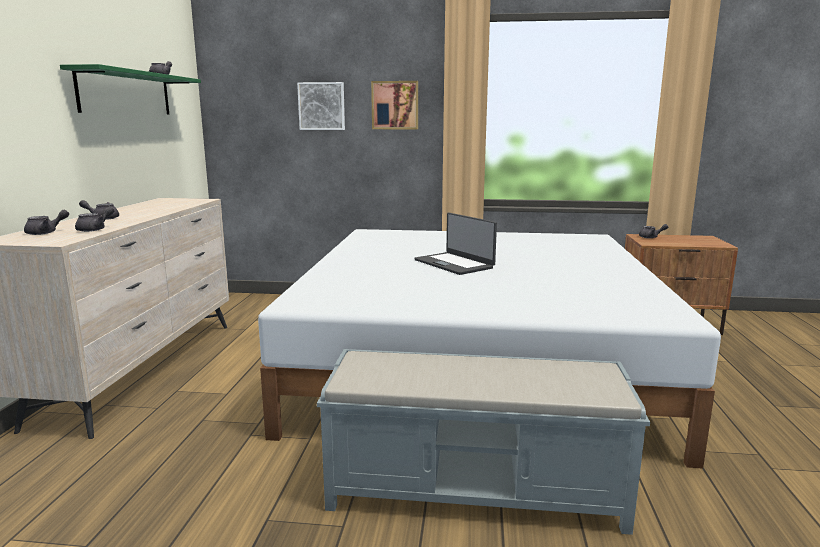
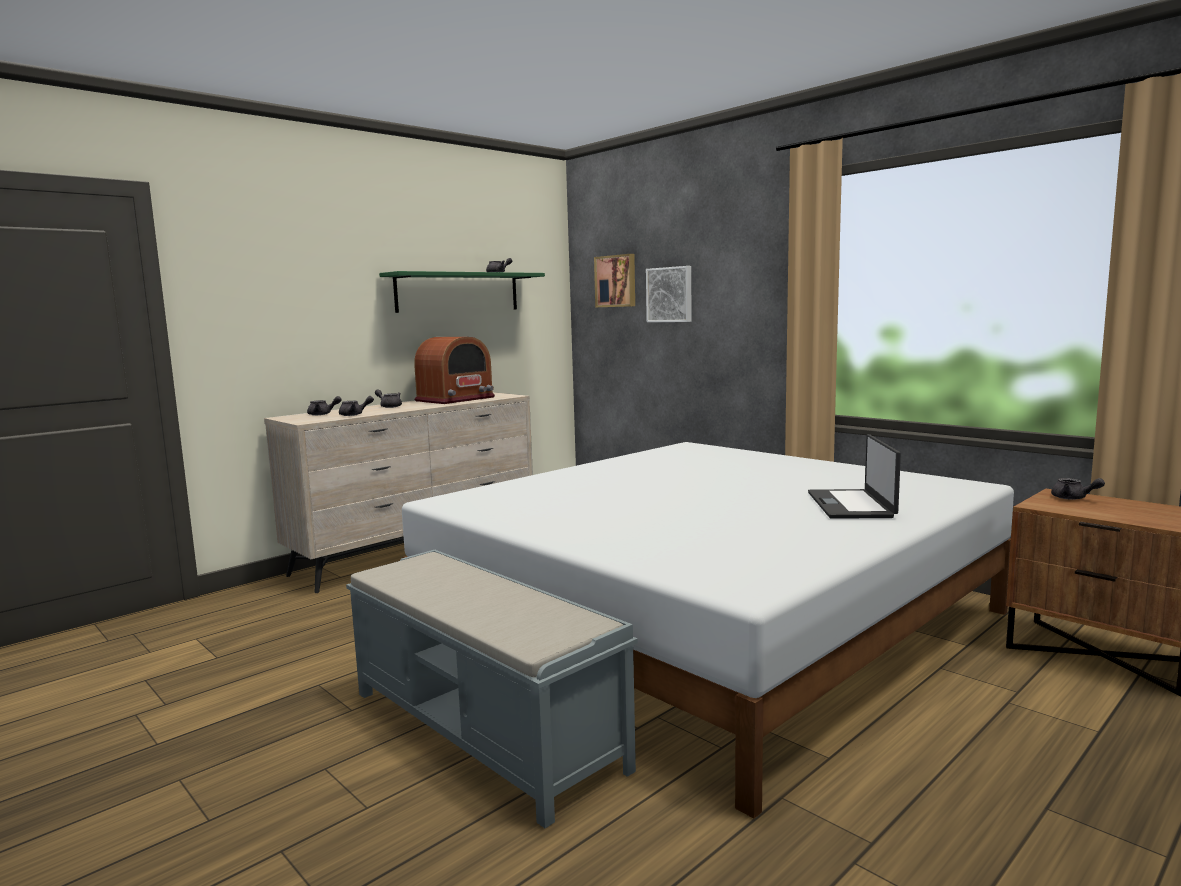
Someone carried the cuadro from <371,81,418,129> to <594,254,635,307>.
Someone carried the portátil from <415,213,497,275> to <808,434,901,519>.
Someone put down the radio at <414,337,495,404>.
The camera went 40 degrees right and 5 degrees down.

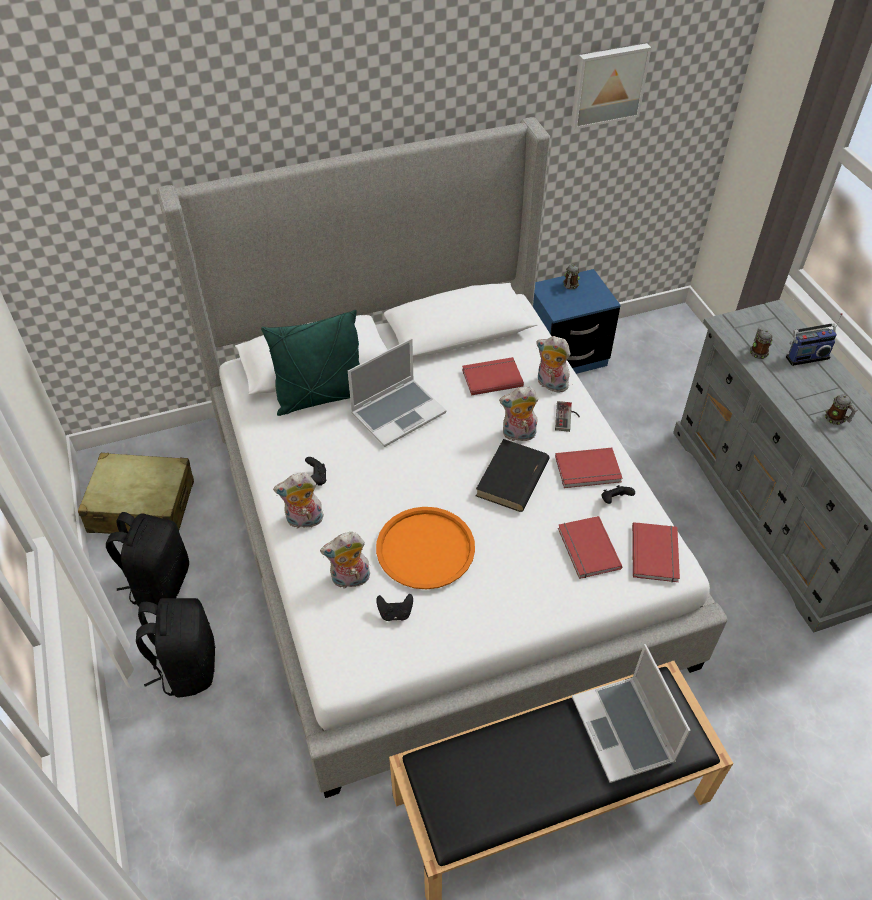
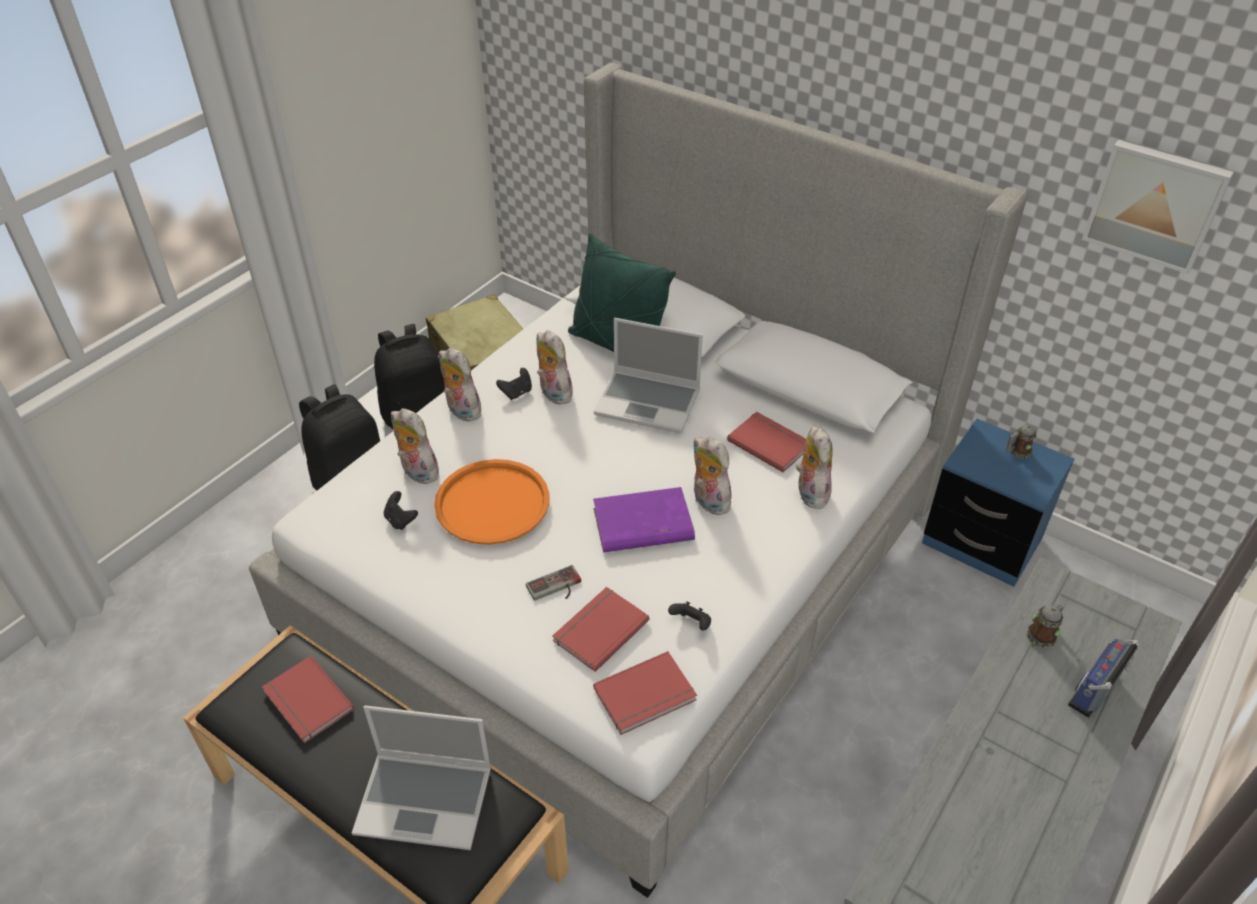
Someone rotated the radio at <786,313,843,366> by 90 degrees clockwise.
Someone took away the taza grande at <825,394,858,425>.
Someone carried the mando de consola from <555,401,580,432> to <526,565,581,601>.
Someone repainted the libro (negro) at <476,439,549,512>, which became the libro (morado) at <593,487,695,552>.
Someone carried the libro (rojo) from <555,448,623,488> to <262,656,354,743>.
Someone rotated the portátil at <572,644,690,783> by 120 degrees counterclockwise.
Someone put down the peluche at <536,330,573,404>.
The camera went 55 degrees right and 5 degrees down.

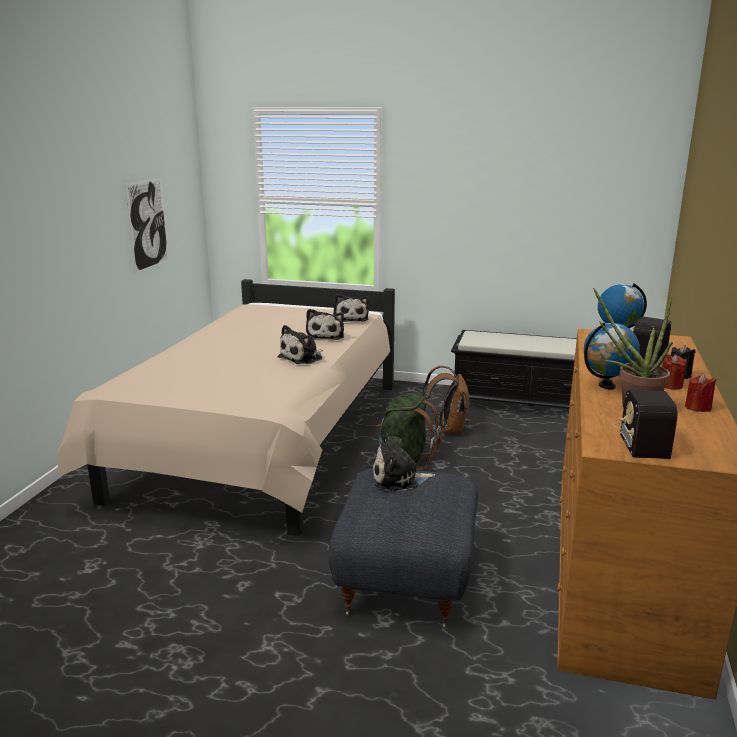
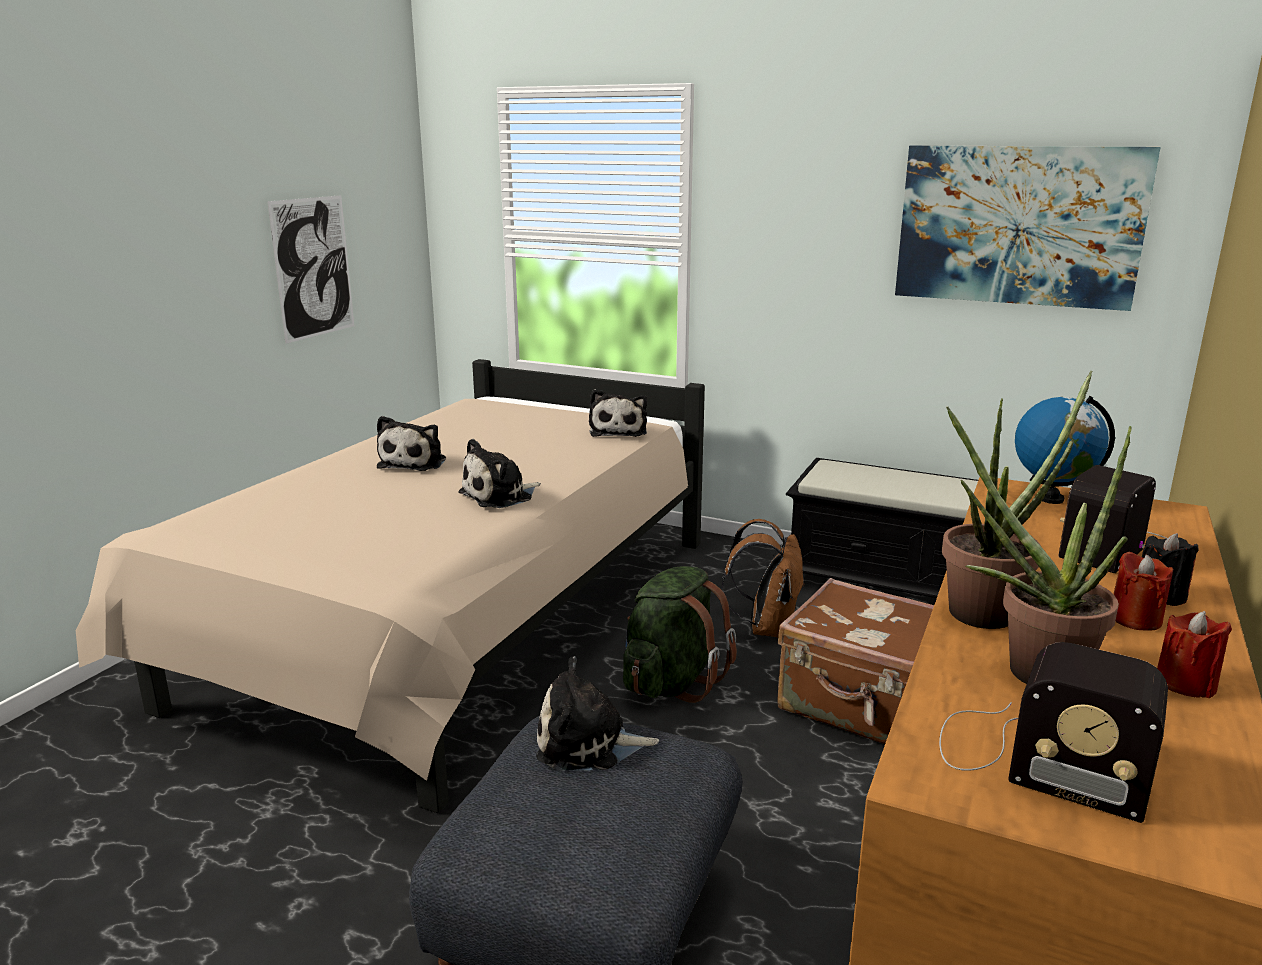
Someone carried the peluche from <306,309,344,340> to <377,416,446,471>.
Someone swapped the globo terráqueo at <584,323,640,389> for the planta en maceta at <942,370,1092,629>.
Someone rotated the radio at <613,390,681,459> by 75 degrees counterclockwise.
Someone put up the cuadro at <895,145,1161,311>.
Someone put down the maleta (marrón) at <777,578,934,744>.
The camera went 10 degrees right and 0 degrees up.

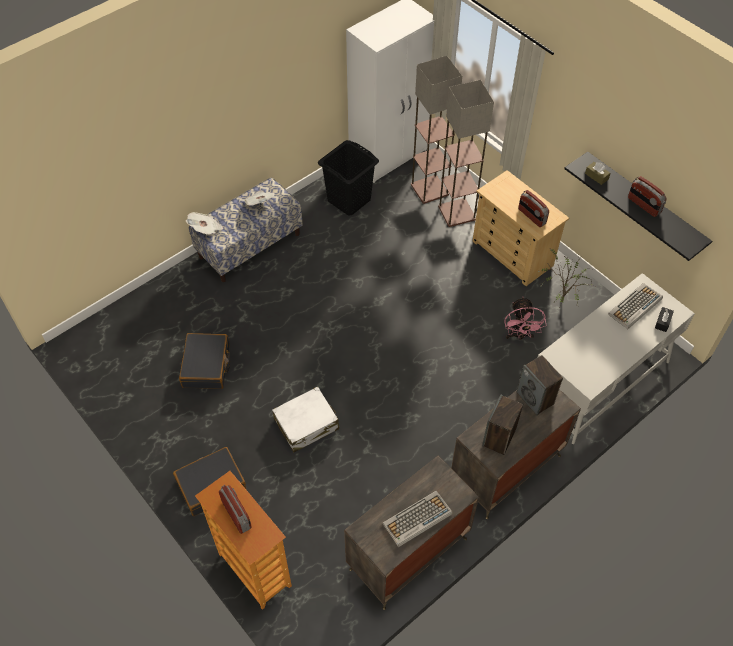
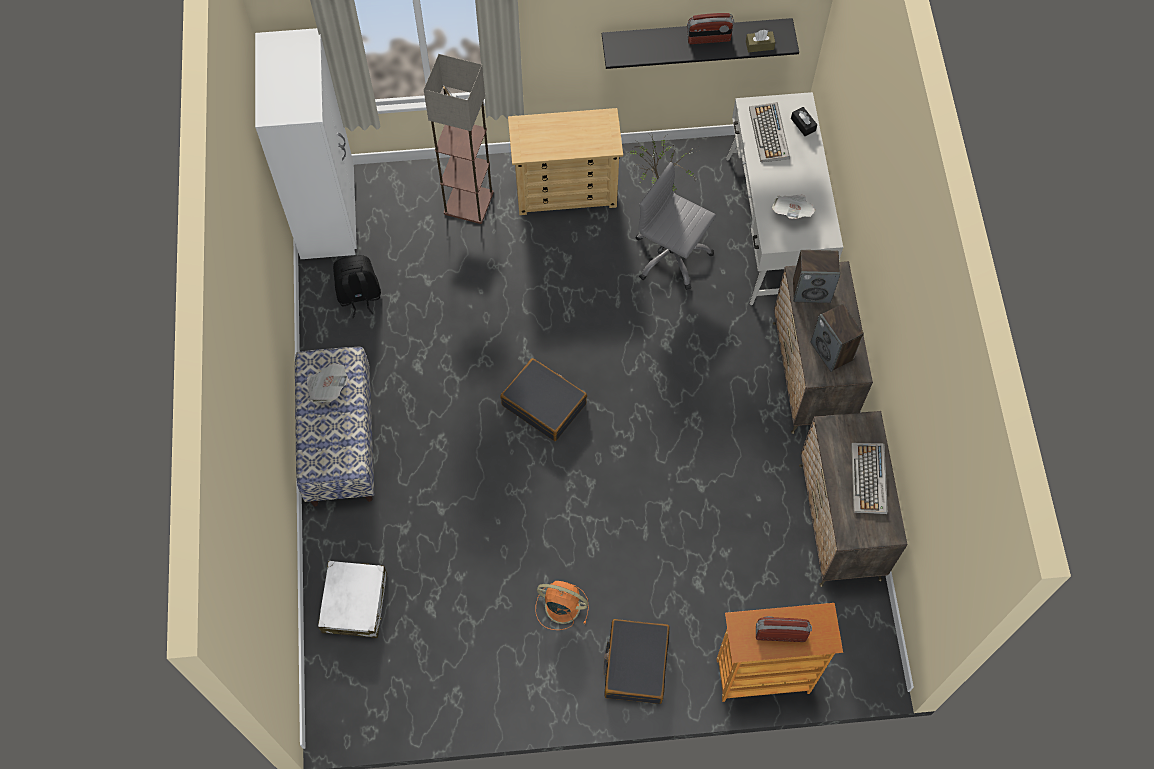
Someone took away the lámpara de pie at <411,56,462,204>.
Someone swapped the cesto de la ropa (negro) at <318,140,379,216> for the mochila (negro) at <333,255,381,318>.
Someone carried the caja de pañuelos (marrón) from <585,162,611,185> to <746,30,775,52>.
Someone took away the radio at <518,190,549,227>.
Someone carried the periódico from <186,212,223,235> to <772,194,816,219>.
Someone swapped the ventilador (rosa) at <504,297,546,340> for the silla de oficina (gris) at <636,162,716,290>.
Someone carried the maleta (negro) from <179,333,230,389> to <501,358,587,441>.
Someone carried the maleta (blanco) from <272,386,339,452> to <318,561,387,638>.
Someone put down the ventilador (naranja) at <536,581,589,630>.
The camera went 55 degrees left and 10 degrees up.

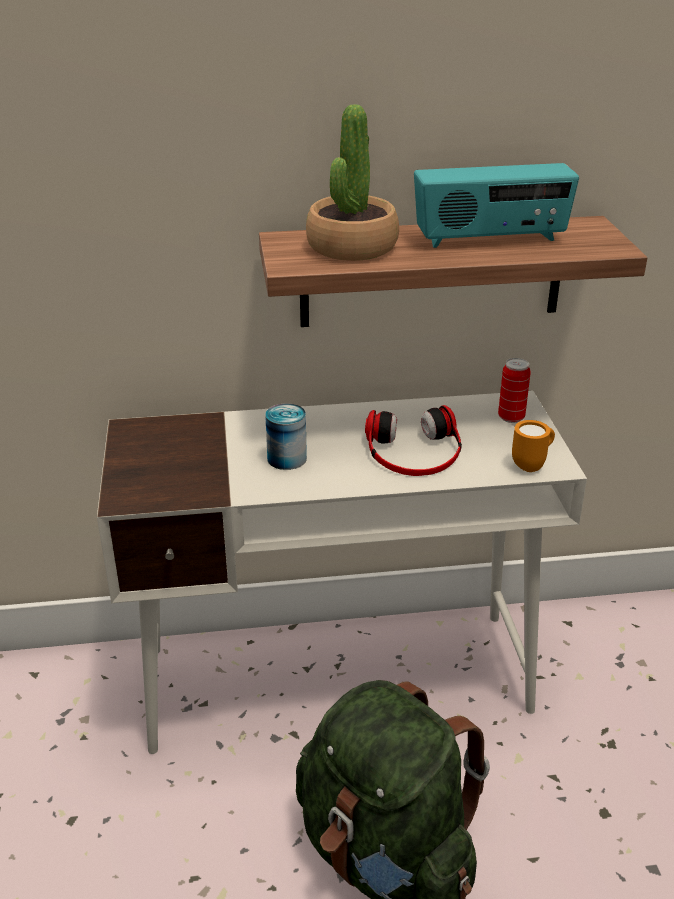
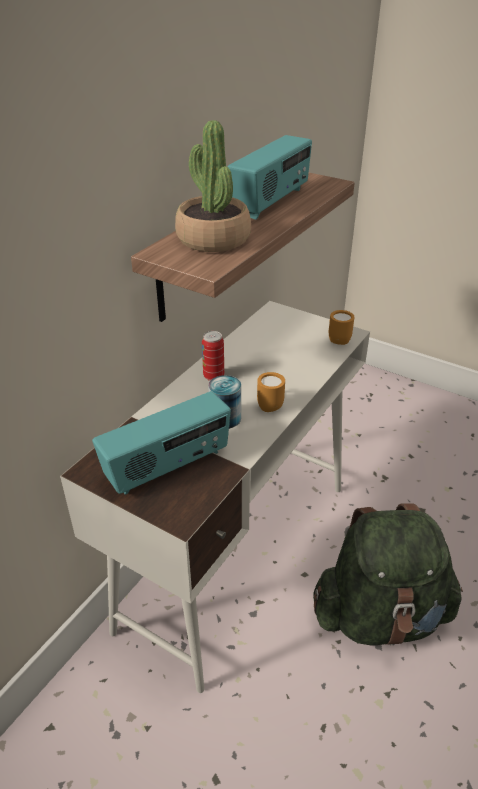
Someone carried the lata from <498,358,531,423> to <202,331,224,381>.
Someone took away the auriculares at <365,405,462,476>.
Someone put down the taza grande (naranja) at <257,372,285,412>.
Someone put down the radio at <92,391,231,495>.
The camera went 50 degrees left and 5 degrees up.

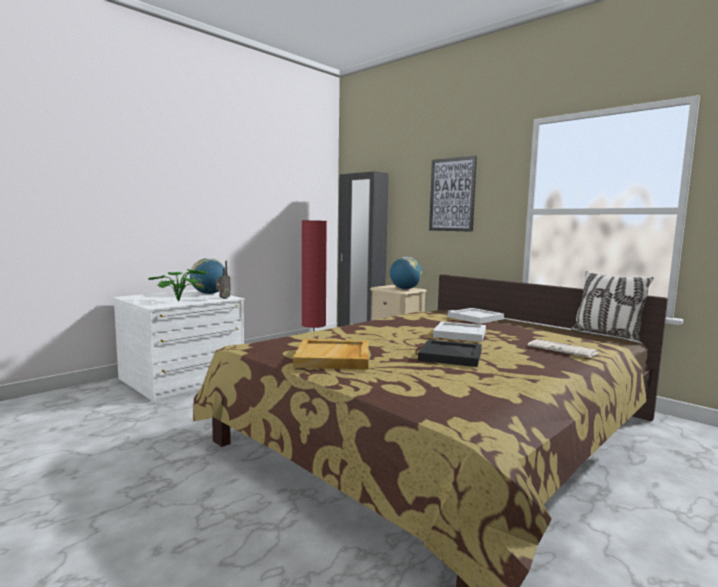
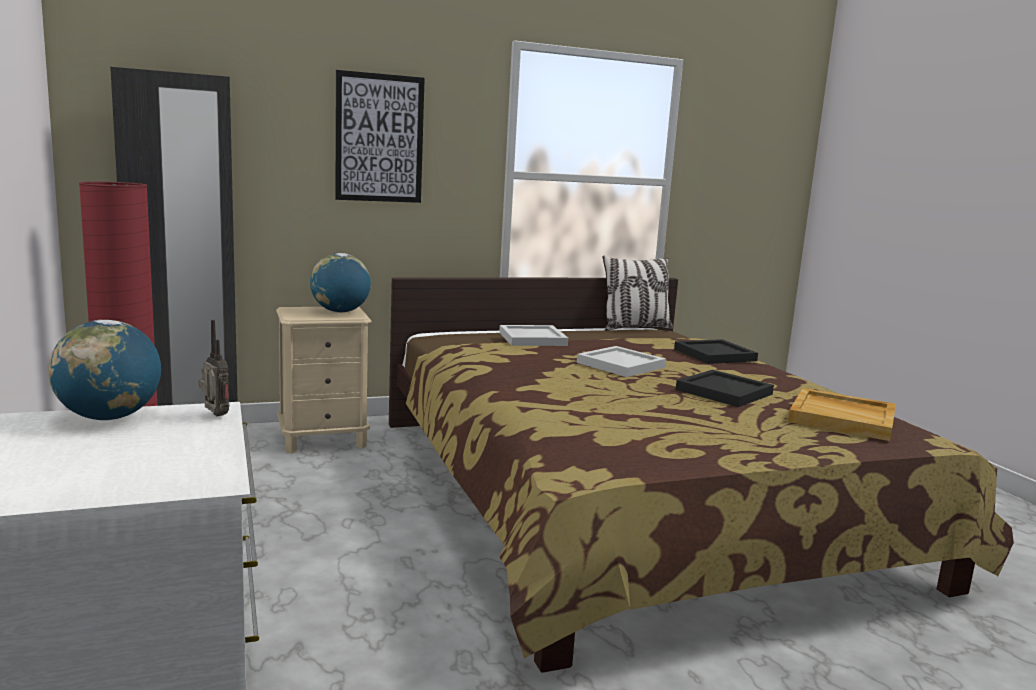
Someone took away the planta en maceta at <148,269,207,301>.
Someone carried the bandeja (beis) from <293,339,369,370> to <788,388,896,441>.
Someone swapped the periódico at <528,339,599,358> for the bandeja (negro) at <674,339,758,364>.
The camera went 65 degrees left and 5 degrees up.

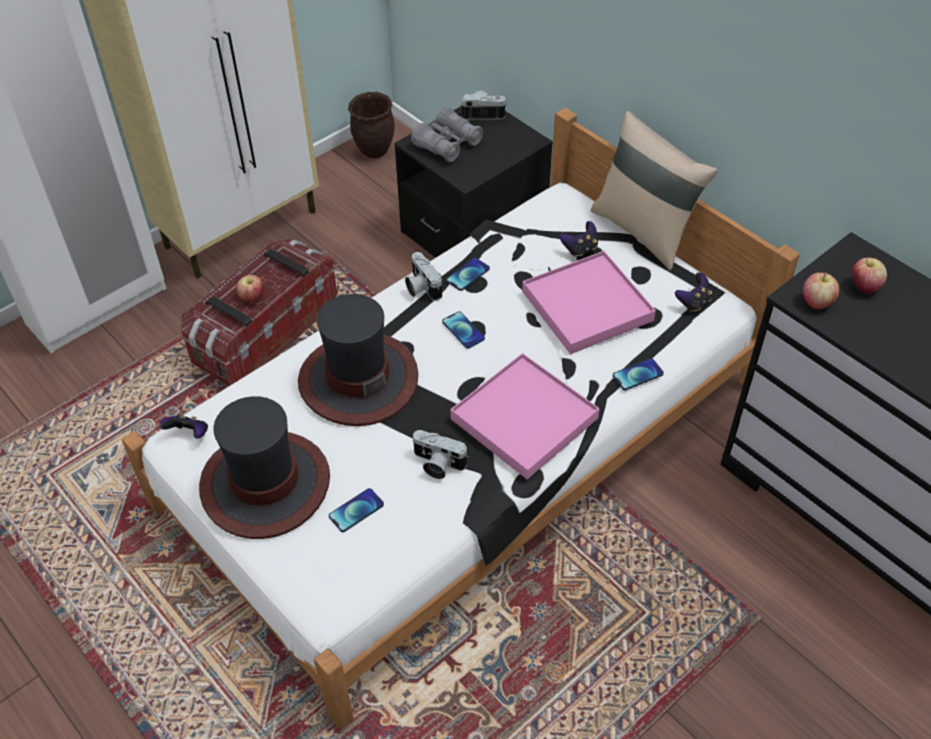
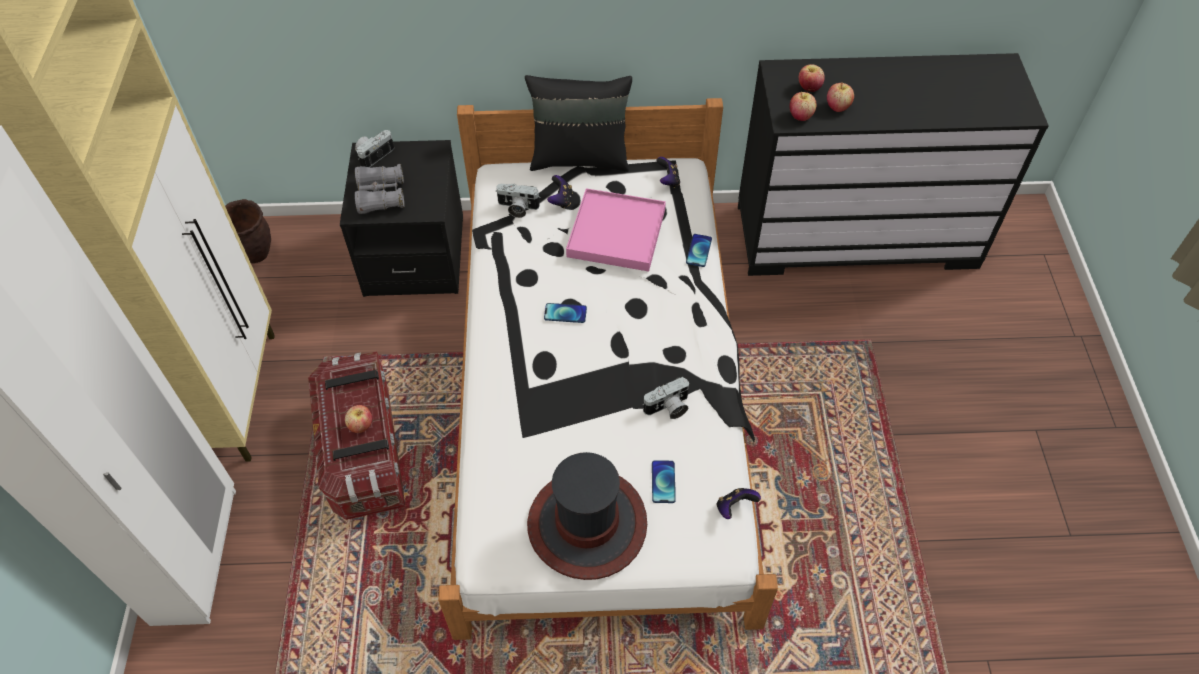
Someone repainted the cojín (beis) at <590,111,717,270>, which became the cojín (negro) at <525,75,632,172>.
Someone carried the cámara from <405,252,442,301> to <496,184,540,218>.
Someone took away the móvil at <446,258,490,291>.
Someone took away the sombrero at <298,294,418,426>.
Someone took away the bandeja (rosa) at <450,353,600,480>.
Someone carried the mando de consola from <160,413,208,439> to <717,488,761,519>.
Someone put down the manzana at <827,82,854,112>.
The camera went 50 degrees left and 5 degrees up.

